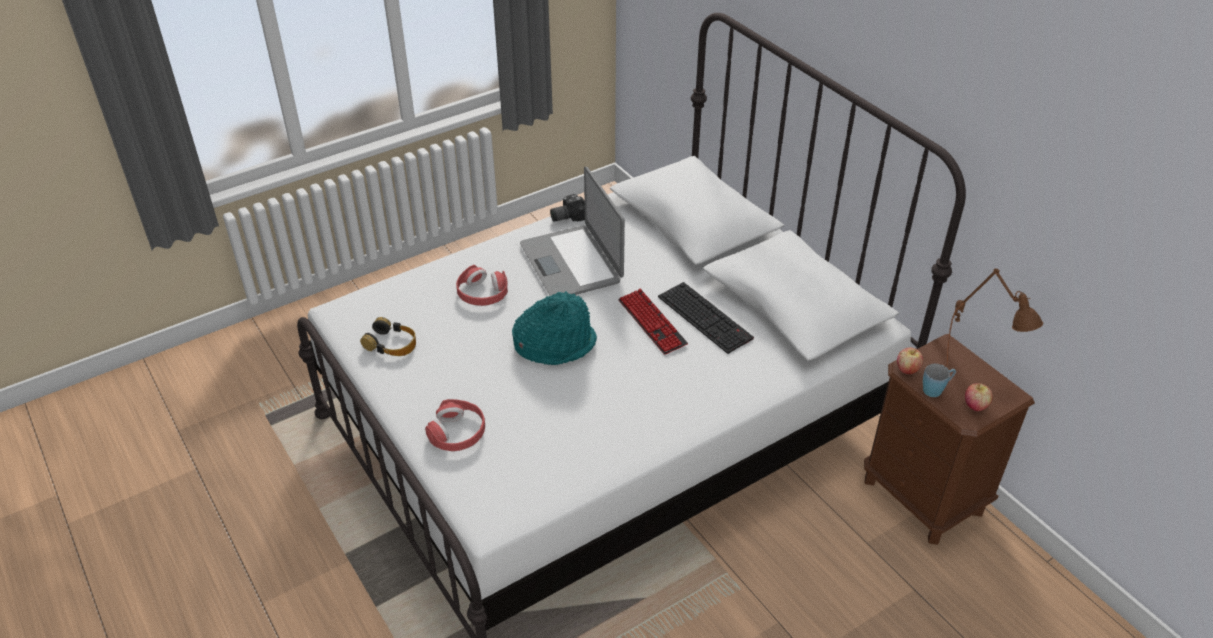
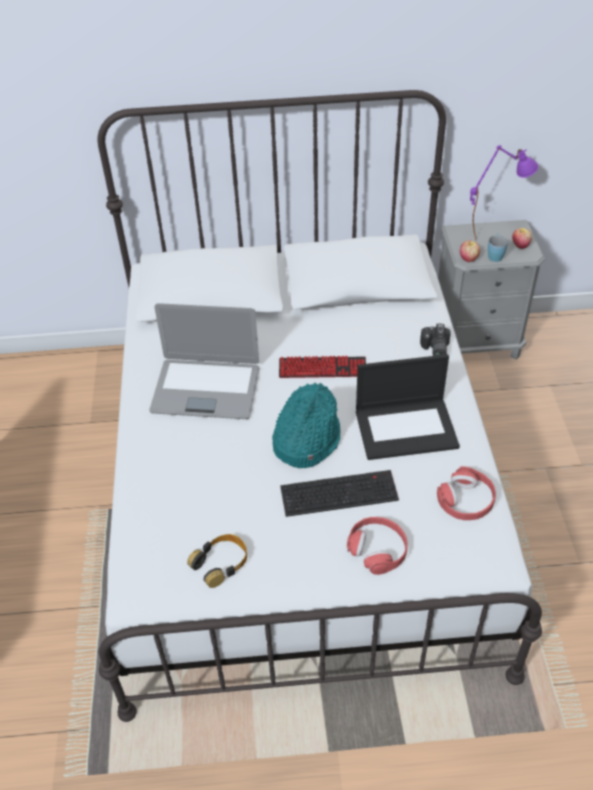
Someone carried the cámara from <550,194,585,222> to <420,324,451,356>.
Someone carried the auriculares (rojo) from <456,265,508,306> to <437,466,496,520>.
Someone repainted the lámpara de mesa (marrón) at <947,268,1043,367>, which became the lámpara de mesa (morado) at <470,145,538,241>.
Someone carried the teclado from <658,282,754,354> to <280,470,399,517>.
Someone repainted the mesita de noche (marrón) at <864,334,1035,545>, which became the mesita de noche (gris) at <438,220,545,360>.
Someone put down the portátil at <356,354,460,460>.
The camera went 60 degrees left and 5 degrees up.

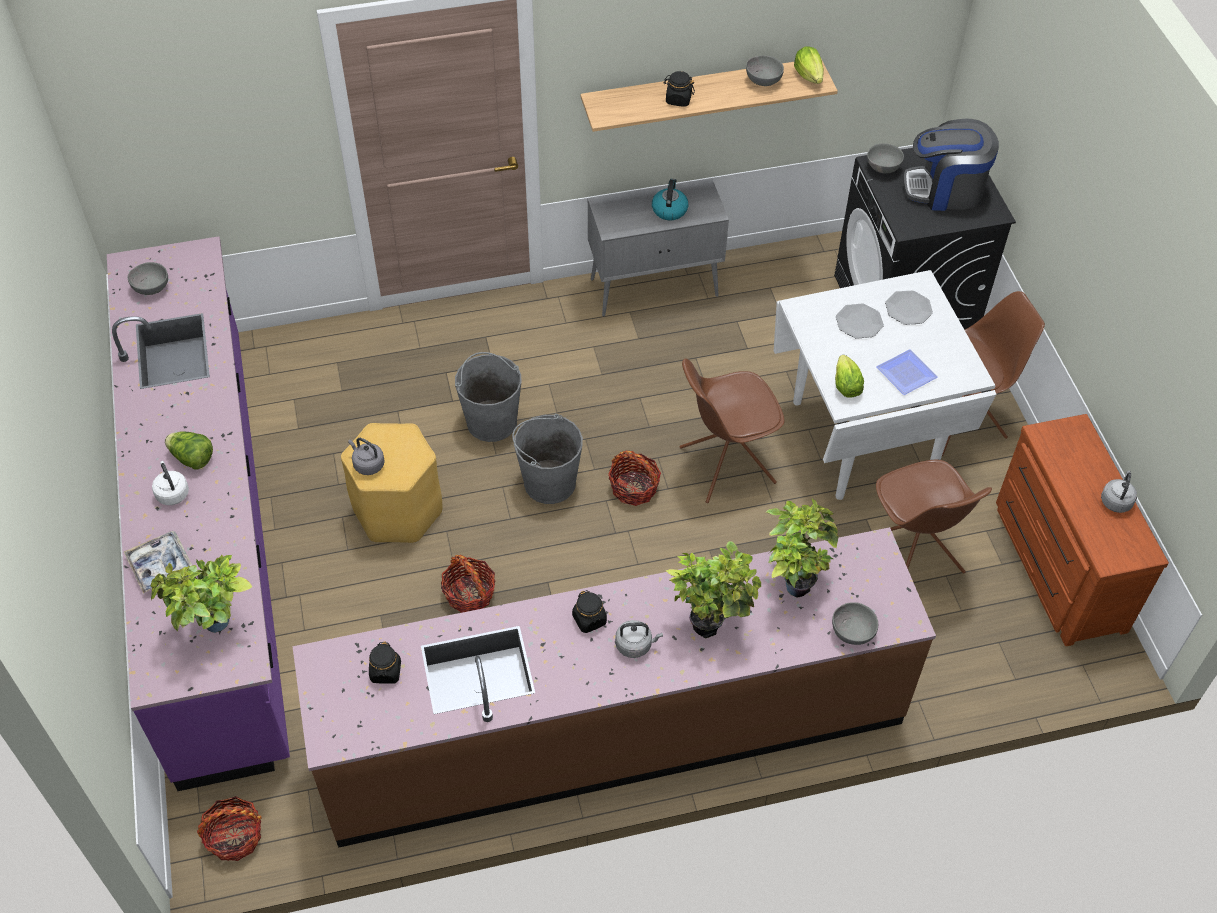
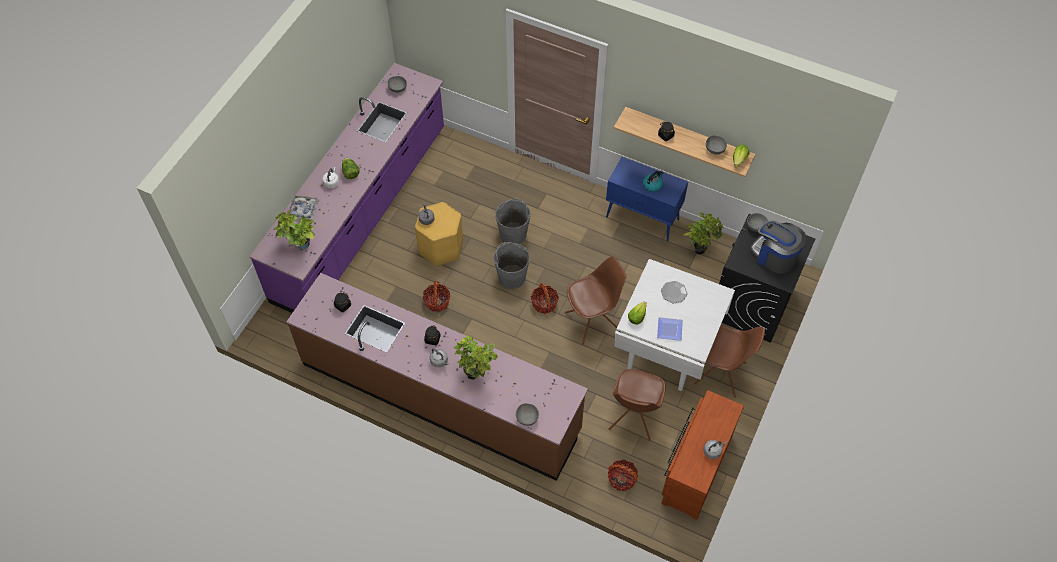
Someone repainted the armario (gris) at <588,178,729,316>, which became the armario (azul) at <606,157,688,241>.
Someone took away the plato at <885,291,933,325>.
Someone rotated the silla (marrón) at <679,358,784,503> by 135 degrees clockwise.
Someone carried the planta en maceta from <766,499,838,598> to <684,212,724,255>.
Someone carried the cesta from <197,796,262,861> to <608,459,638,491>.
The camera went 40 degrees right and 5 degrees up.

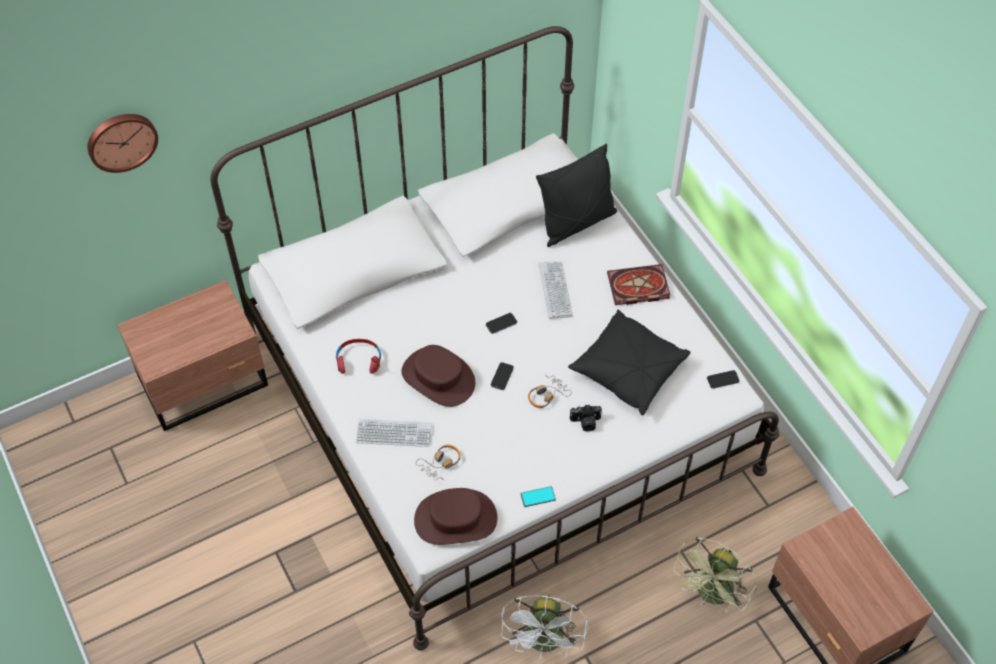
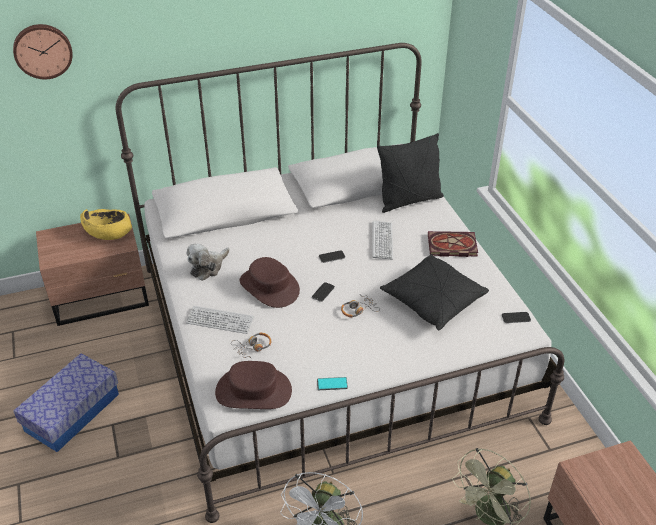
Someone swapped the auriculares (rojo) at <336,339,381,374> for the peluche at <187,244,230,281>.
Someone took away the cámara at <570,405,602,431>.
Someone put down the cuenco (amarillo) at <80,209,132,240>.
Someone put down the caja de almacenaje at <13,353,119,452>.
The camera went 10 degrees right and 15 degrees down.

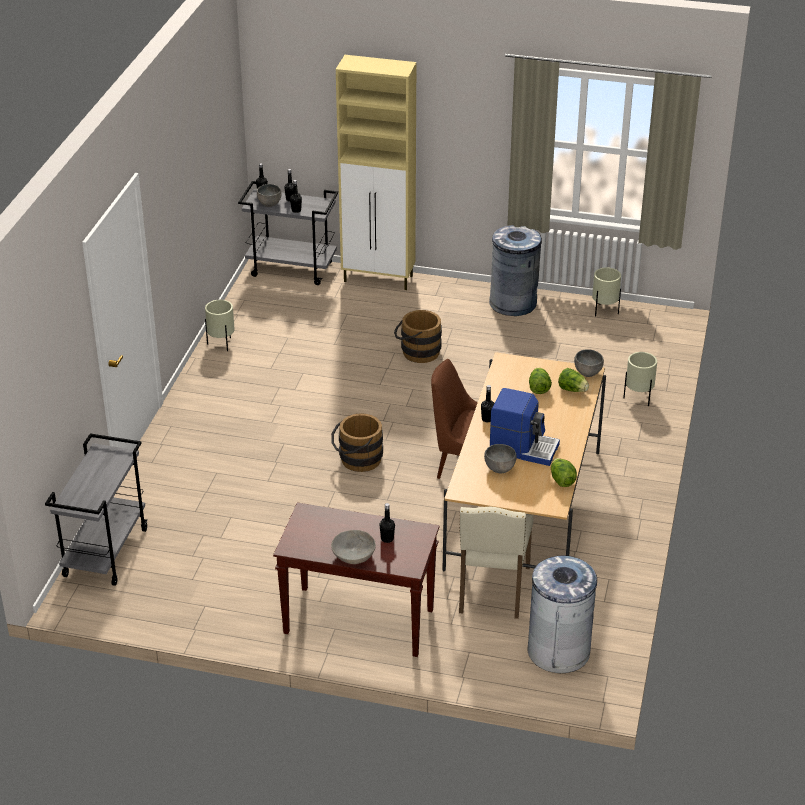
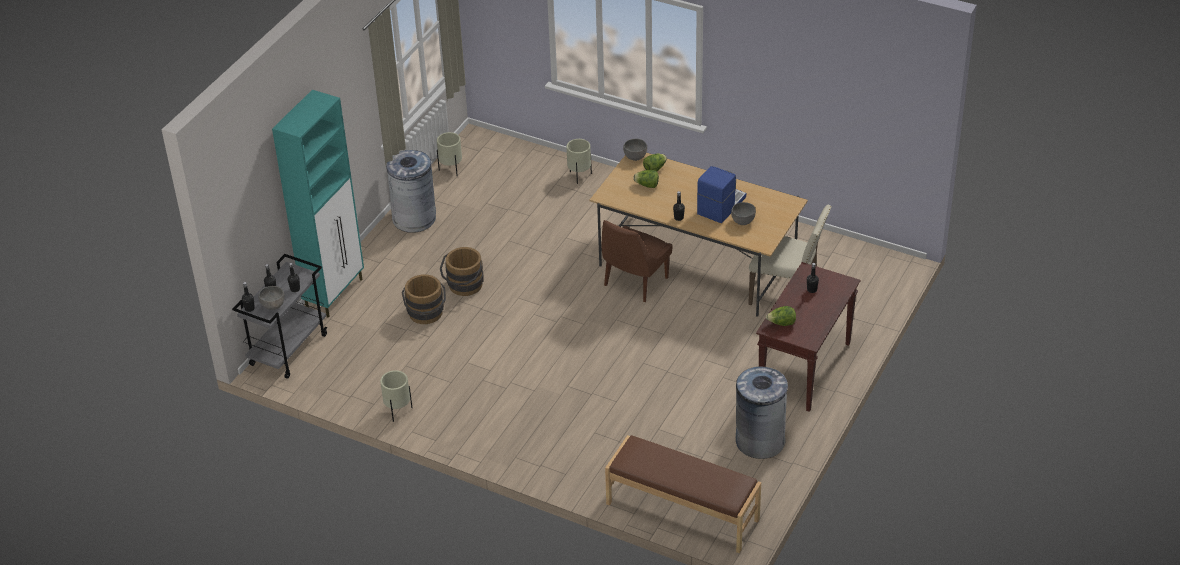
Someone repainted the armario (beis) at <336,55,416,290>, which became the armario (turquesa) at <272,90,364,318>.
Someone carried the cubo (marrón) from <331,413,383,472> to <402,274,446,324>.
Someone swapped the carrito (gris) at <45,433,148,586> for the banco (marrón) at <605,435,761,553>.
Someone carried the lechuga from <551,458,577,487> to <766,306,796,326>.
Someone took away the cuenco (gris) at <331,530,376,564>.
Someone carried the papelera (gris) from <527,556,597,673> to <736,367,788,459>.
The camera went 75 degrees left and 5 degrees up.

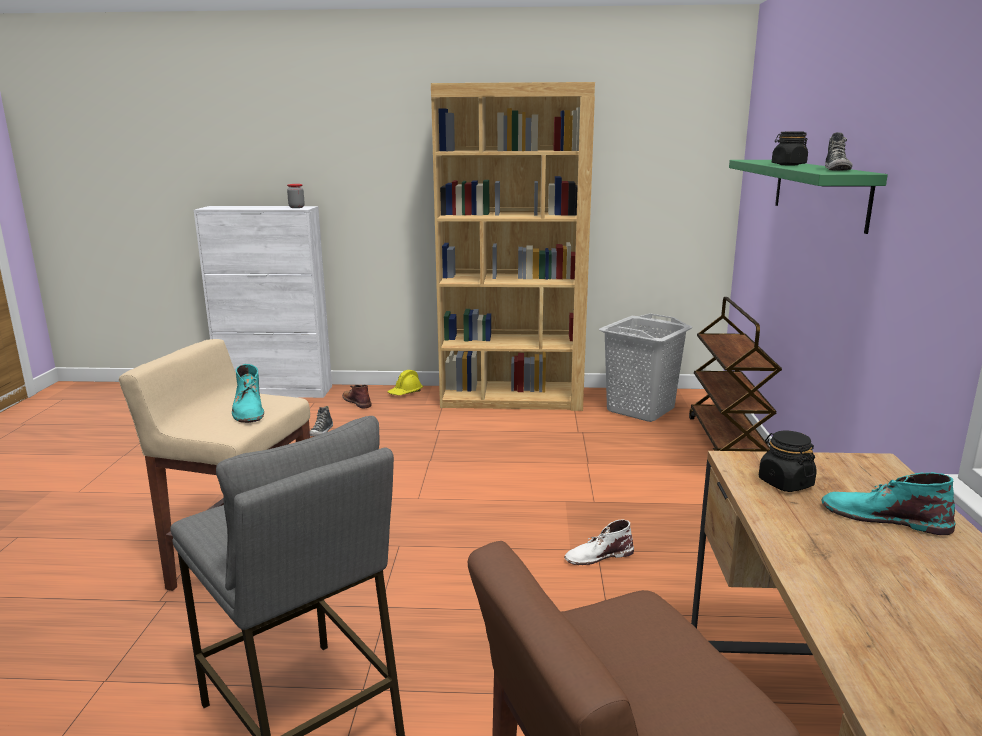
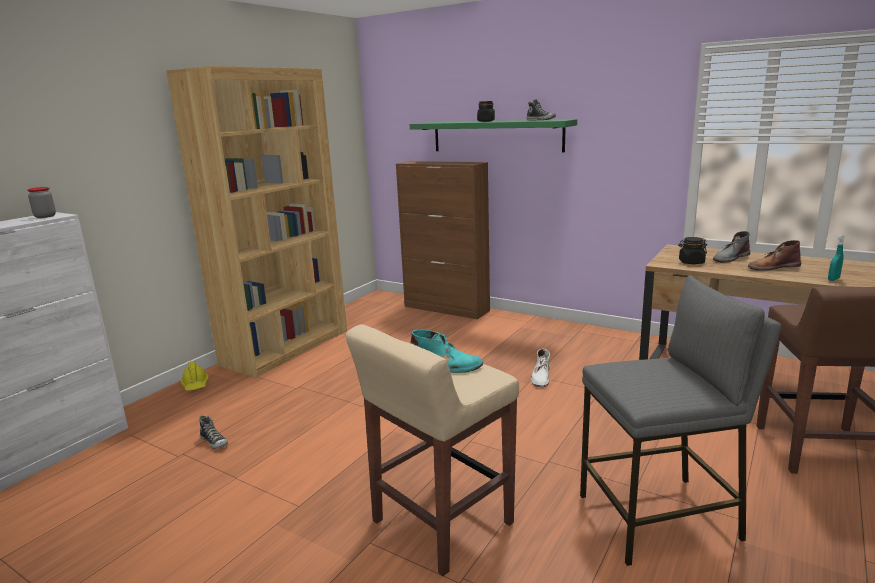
Someone swapped the carrito (marrón) at <689,297,782,452> for the armario (marrón) at <396,161,490,319>.
Someone took away the cesto de la ropa (gris) at <599,313,692,422>.
Someone carried the bota (marrón) from <342,385,372,408> to <748,240,801,271>.
Someone repainted the bota (turquesa) at <822,472,955,535>, which became the bota (gris) at <713,231,750,263>.
Someone put down the pulverizador (turquesa) at <828,235,845,281>.
The camera went 60 degrees left and 0 degrees up.

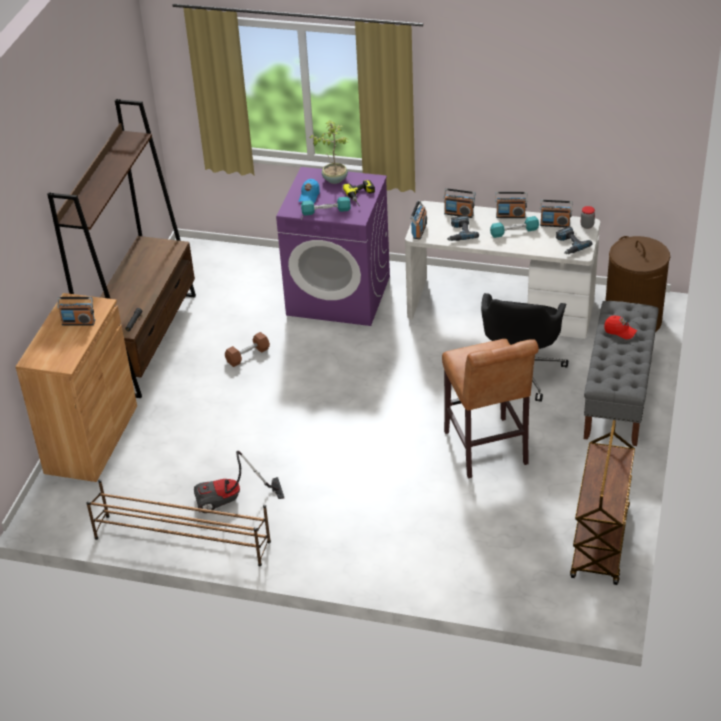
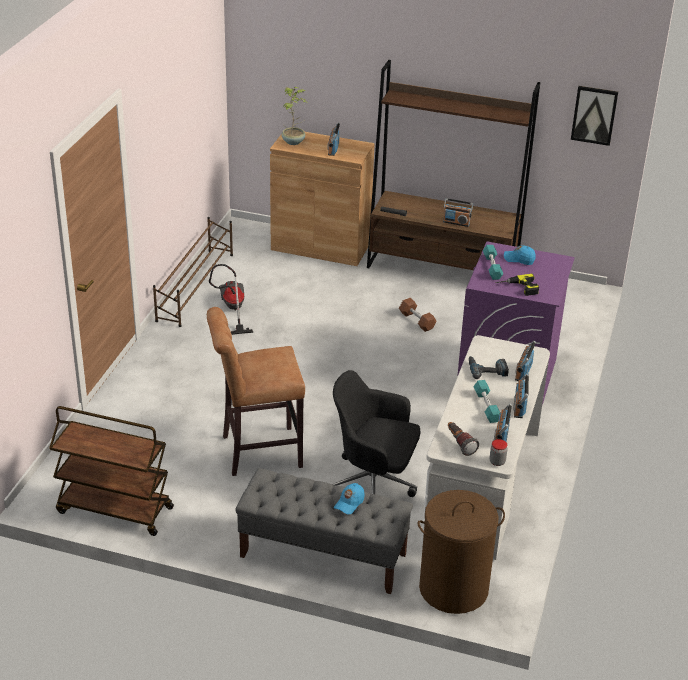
Someone carried the planta en maceta from <310,120,348,184> to <282,87,307,145>.
Someone carried the radio from <410,200,427,239> to <443,198,473,227>.
Someone swapped the taladro at <556,226,593,254> for the linterna at <448,422,479,456>.
Someone repainted the gorra (rojo) at <604,316,637,339>, which became the gorra (azul) at <334,483,365,514>.
Someone put up the cuadro at <571,86,618,146>.
The camera went 90 degrees right and 5 degrees down.

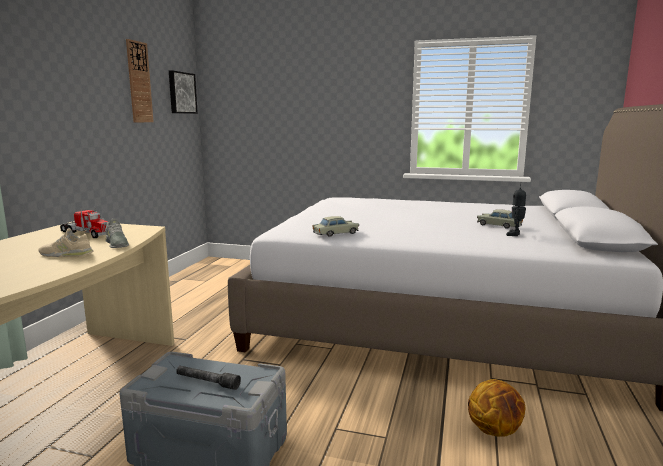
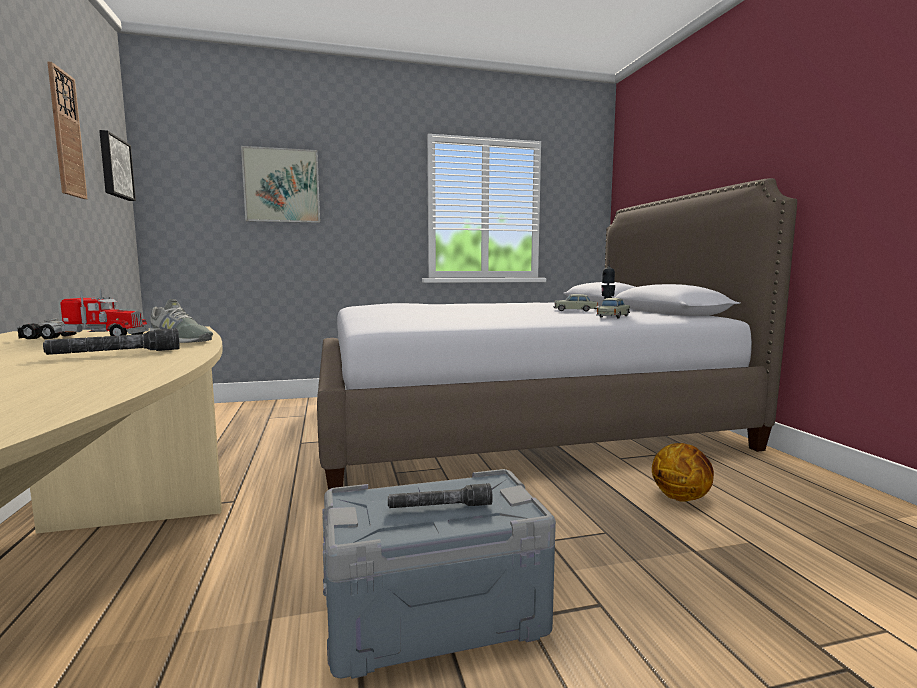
Someone carried the coche de juguete (beis) from <312,216,359,237> to <596,298,630,318>.
Someone swapped the zapato (beis) at <38,229,94,257> for the linterna (gris) at <43,328,180,355>.
Someone put up the cuadro at <241,146,320,223>.
The camera went 30 degrees left and 5 degrees down.

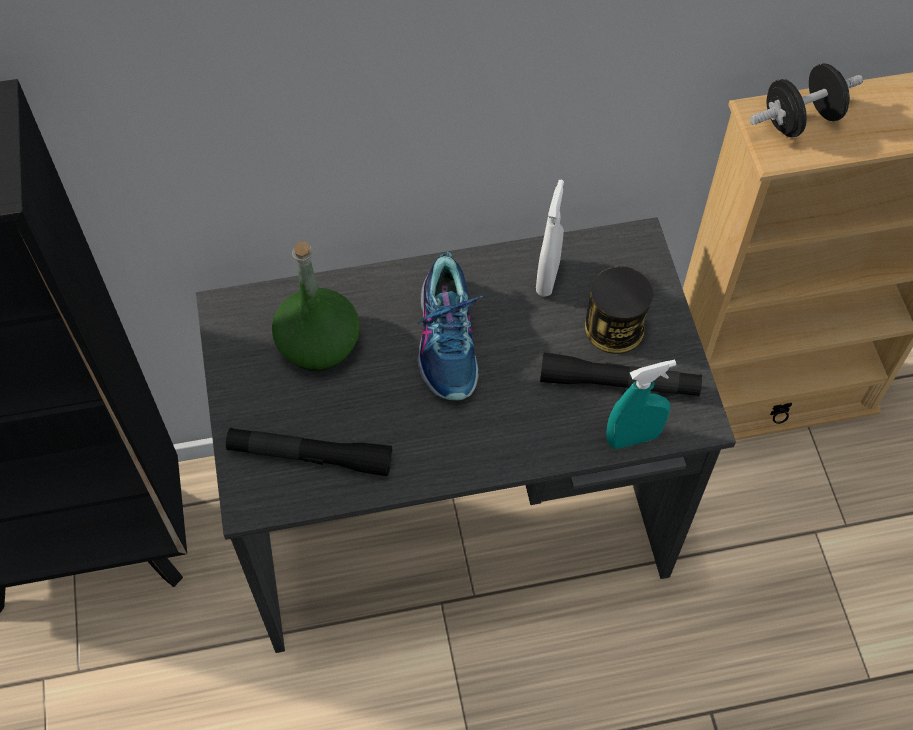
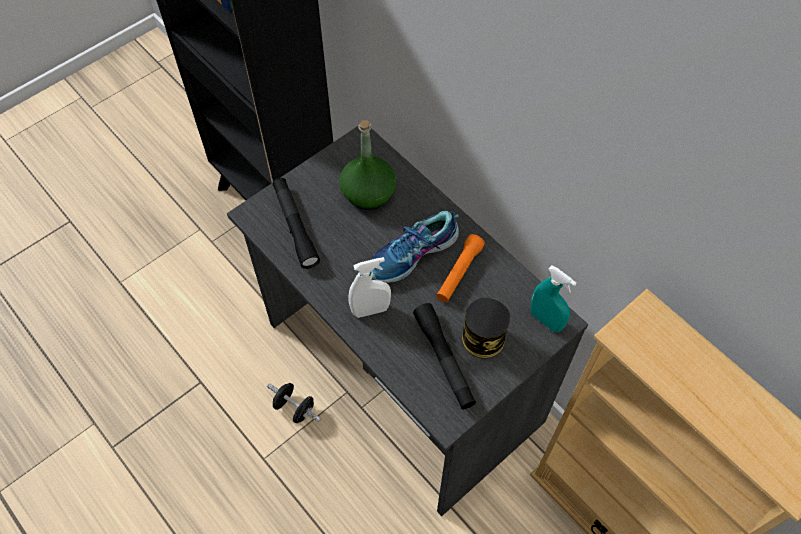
Someone carried the mancuerna (negro) from <750,63,863,137> to <267,383,321,423>.
Someone carried the pulverizador (blanco) from <536,179,564,297> to <348,257,391,318>.
Someone carried the pulverizador (turquesa) from <606,360,676,449> to <530,265,577,332>.
Someone put down the linterna (naranja) at <436,234,485,302>.
The camera went 60 degrees right and 0 degrees up.

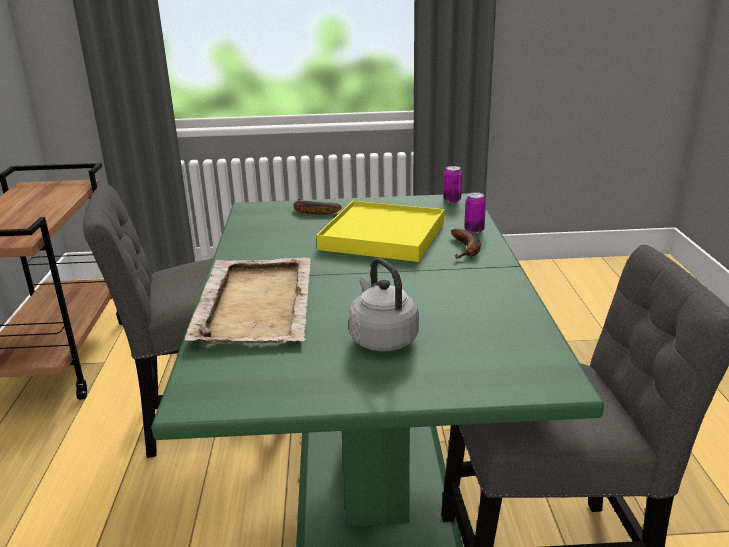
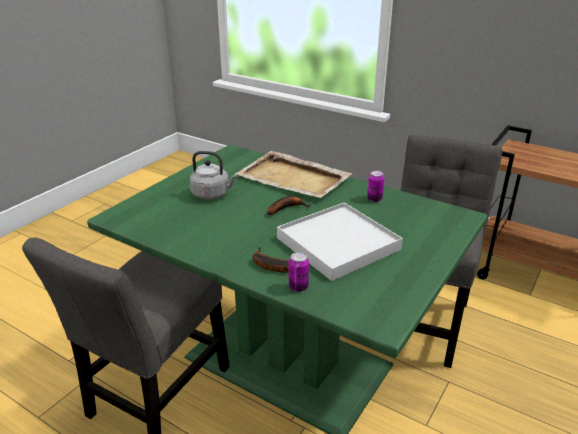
Someone carried the lata from <443,166,462,203> to <367,171,384,202>.
Someone carried the plátano from <294,199,342,214> to <267,196,310,216>.
Someone repainted the bandeja (amarillo) at <316,201,444,262>, which became the bandeja (blanco) at <277,202,403,281>.
The camera went 125 degrees right and 5 degrees up.

